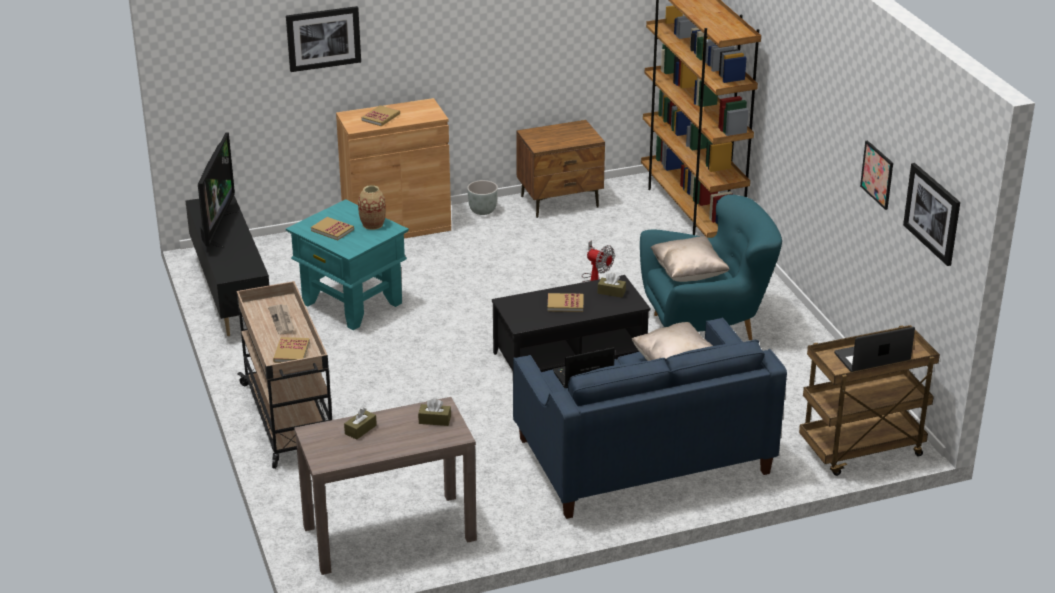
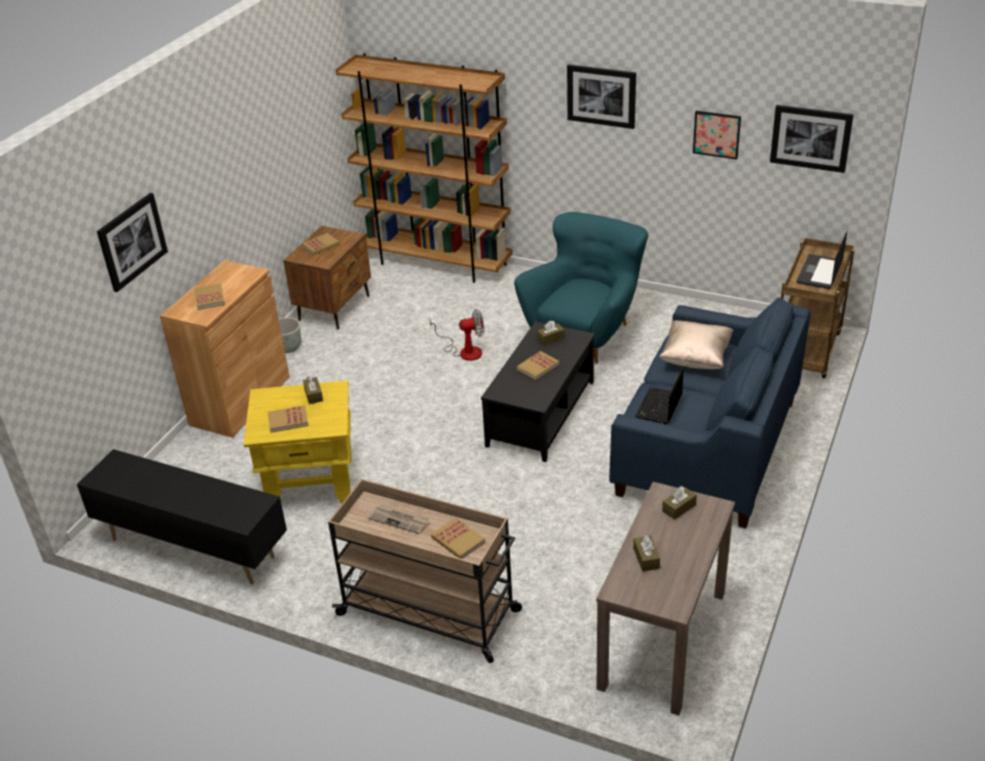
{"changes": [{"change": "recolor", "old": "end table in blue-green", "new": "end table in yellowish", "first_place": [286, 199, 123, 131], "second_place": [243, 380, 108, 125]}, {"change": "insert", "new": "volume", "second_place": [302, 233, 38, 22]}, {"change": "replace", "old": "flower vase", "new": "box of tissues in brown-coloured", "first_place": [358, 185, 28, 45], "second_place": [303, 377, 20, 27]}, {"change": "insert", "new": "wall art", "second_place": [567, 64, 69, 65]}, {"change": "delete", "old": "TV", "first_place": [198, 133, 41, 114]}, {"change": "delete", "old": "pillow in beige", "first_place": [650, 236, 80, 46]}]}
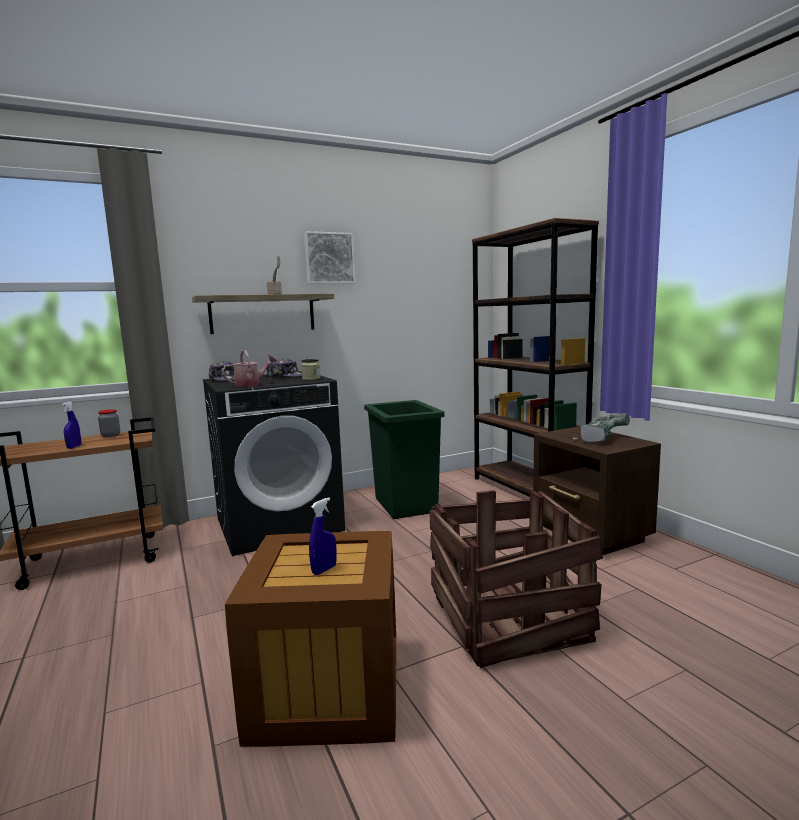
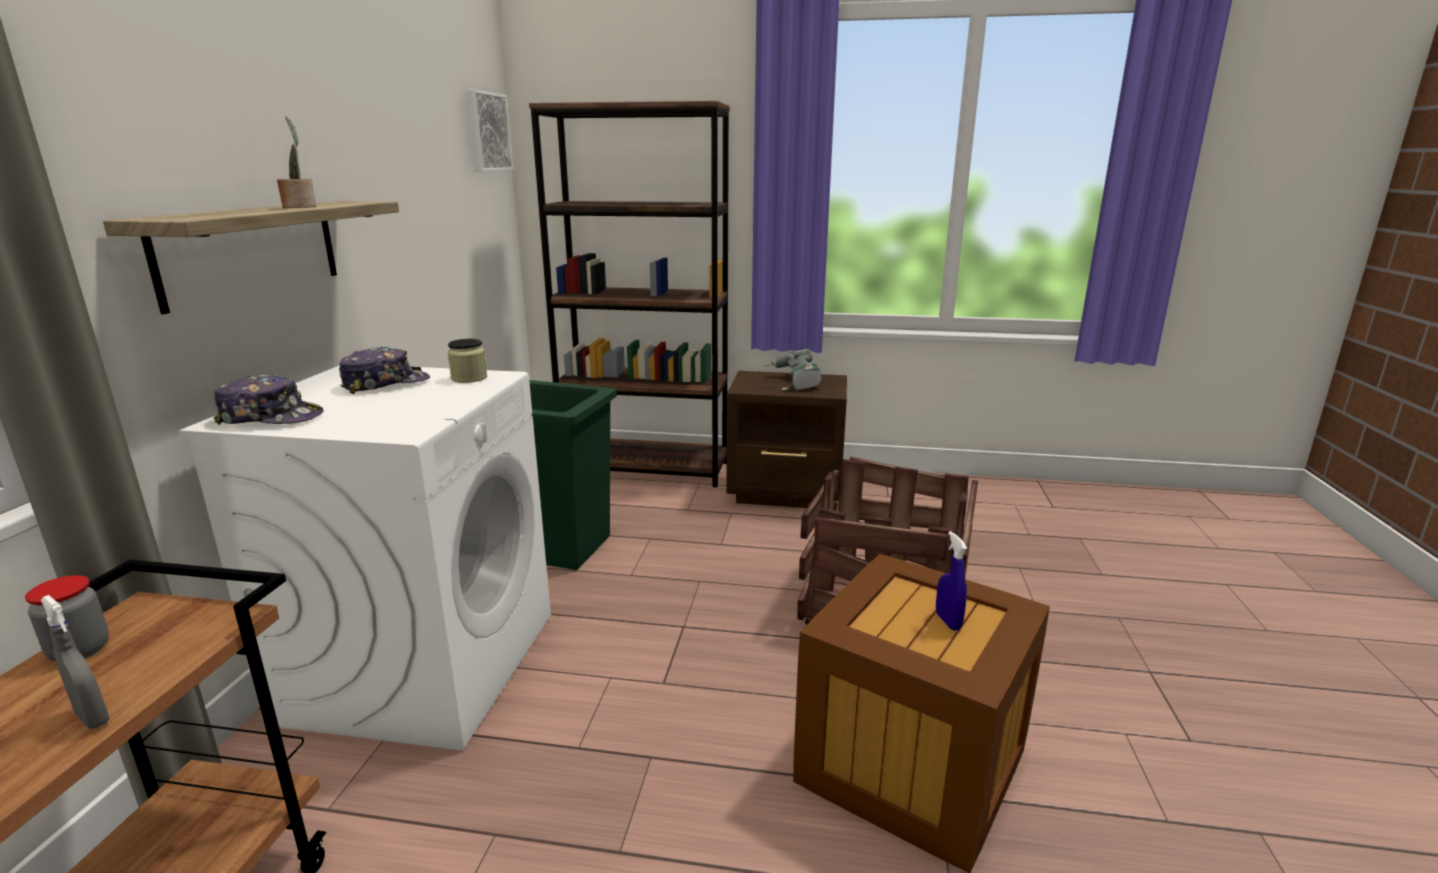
{"changes": [{"change": "recolor", "old": "hand sprayer in bluish", "new": "hand sprayer in gray", "first_place": [62, 401, 19, 48], "second_place": [40, 595, 69, 134]}, {"change": "recolor", "old": "washing machine in black", "new": "washing machine in whitish", "first_place": [203, 374, 142, 182], "second_place": [179, 365, 372, 385]}, {"change": "move", "old": "wall art", "first_place": [304, 231, 52, 53], "second_place": [465, 89, 49, 82]}, {"change": "delete", "old": "watering pot", "first_place": [222, 350, 55, 37]}]}
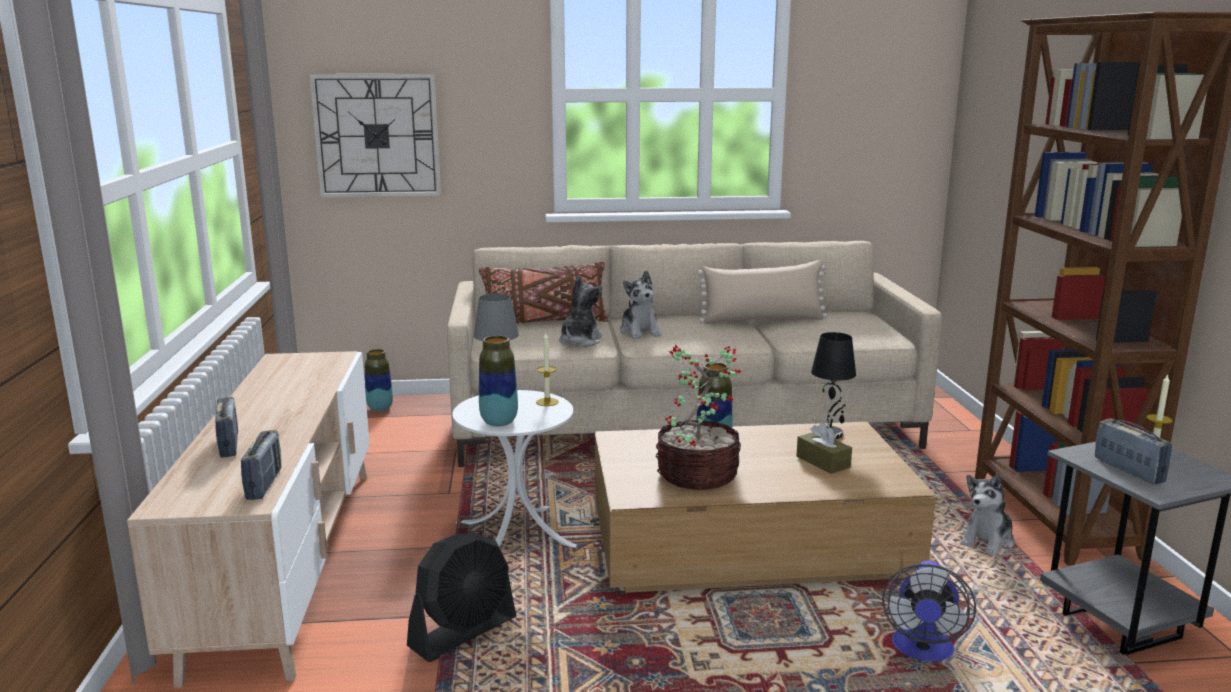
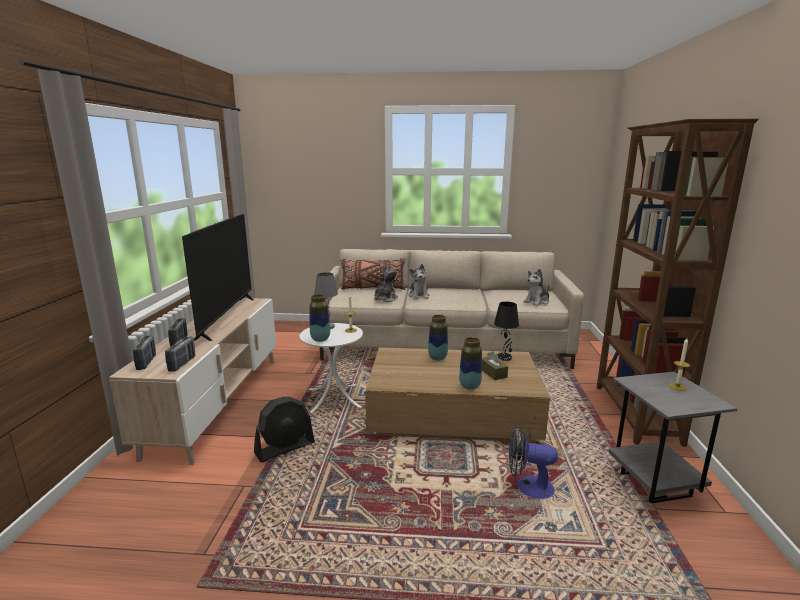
{"changes": [{"change": "move", "old": "radio set", "first_place": [1095, 419, 77, 66], "second_place": [133, 335, 23, 35]}, {"change": "insert", "new": "TV", "second_place": [182, 214, 72, 127]}, {"change": "move", "old": "flower vase", "first_place": [365, 349, 28, 62], "second_place": [459, 337, 23, 53]}, {"change": "rotate", "old": "fan", "first_place": [882, 561, 94, 101], "second_place": [509, 426, 49, 73], "degrees": 75}, {"change": "move", "old": "plush toy", "first_place": [960, 473, 54, 82], "second_place": [524, 269, 25, 37]}, {"change": "delete", "old": "wall clock", "first_place": [309, 74, 132, 124]}, {"change": "delete", "old": "plant in a pot", "first_place": [655, 345, 86, 145]}, {"change": "delete", "old": "pillow in beige", "first_place": [697, 260, 130, 64]}]}
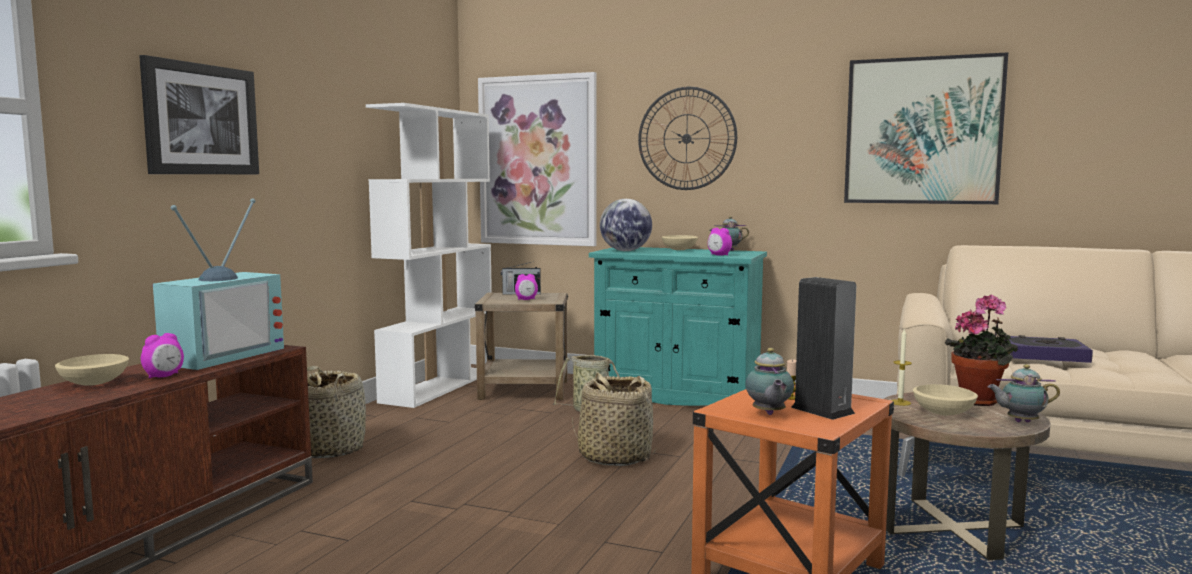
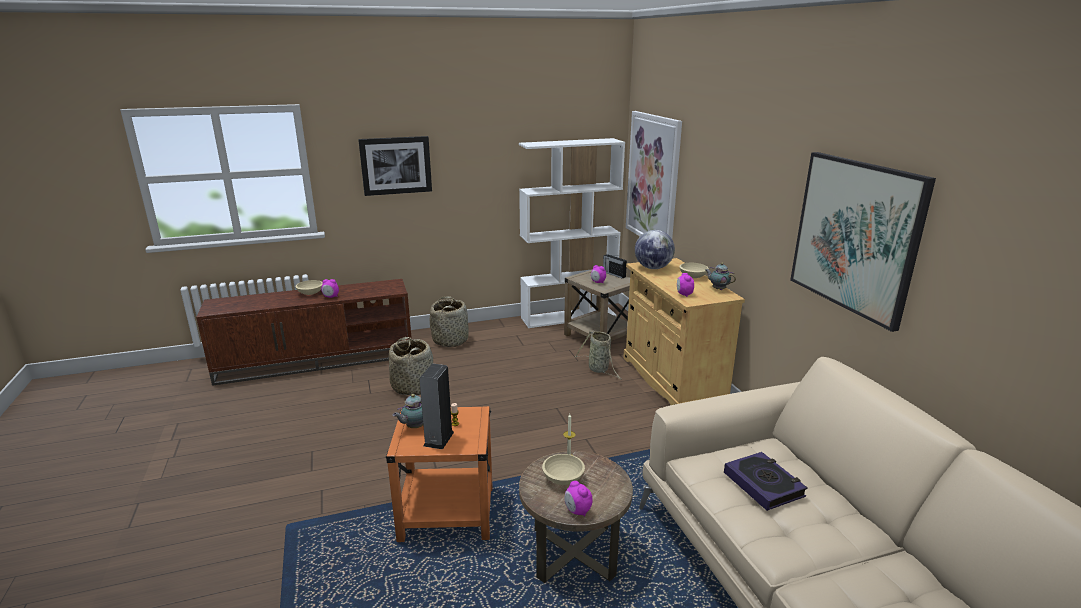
{"changes": [{"change": "move", "old": "household basket", "first_place": [572, 372, 84, 94], "second_place": [389, 337, 44, 59]}, {"change": "replace", "old": "teapot", "new": "alarm clock", "first_place": [987, 364, 73, 58], "second_place": [565, 481, 28, 36]}, {"change": "recolor", "old": "cupboard in blue-green", "new": "cupboard in beige", "first_place": [589, 247, 178, 159], "second_place": [623, 258, 122, 147]}, {"change": "delete", "old": "TV", "first_place": [153, 199, 131, 171]}, {"change": "delete", "old": "wall clock", "first_place": [638, 87, 99, 103]}, {"change": "delete", "old": "plant in a pot", "first_place": [945, 294, 73, 112]}]}
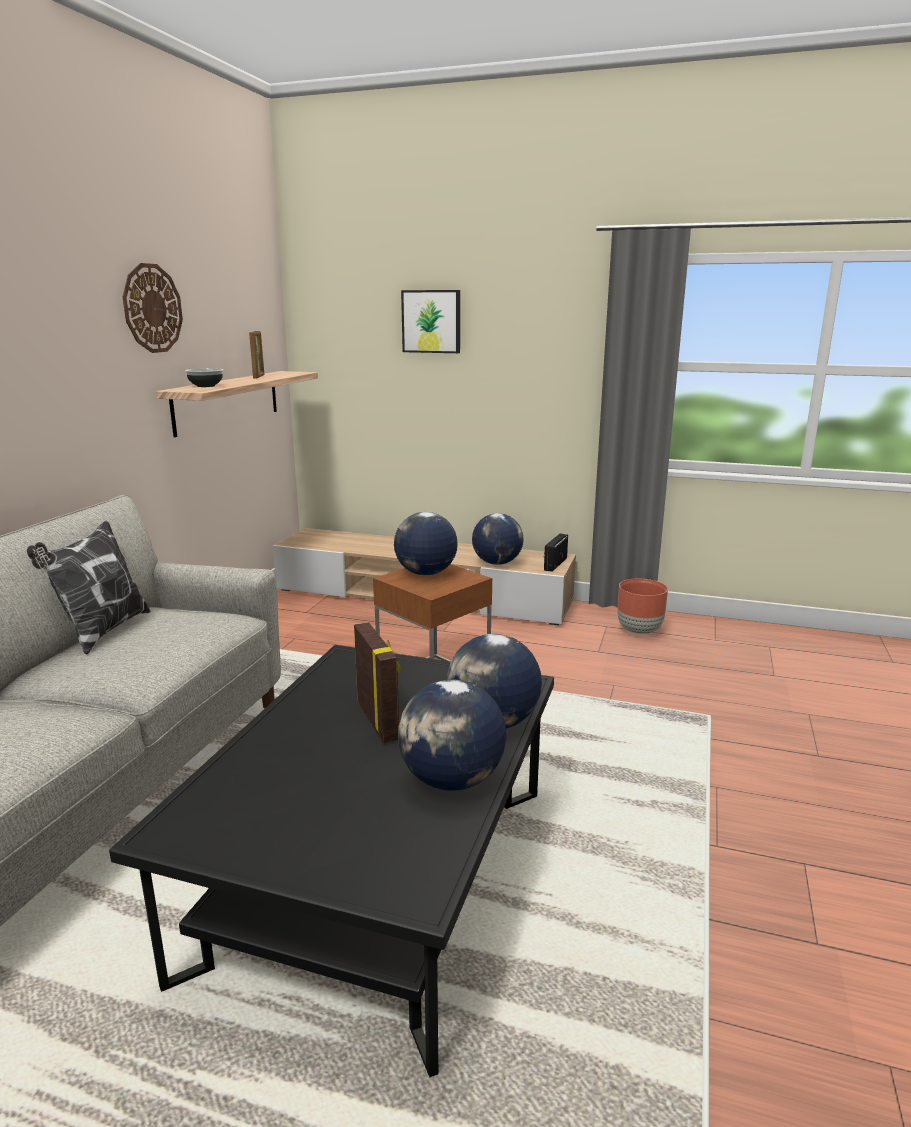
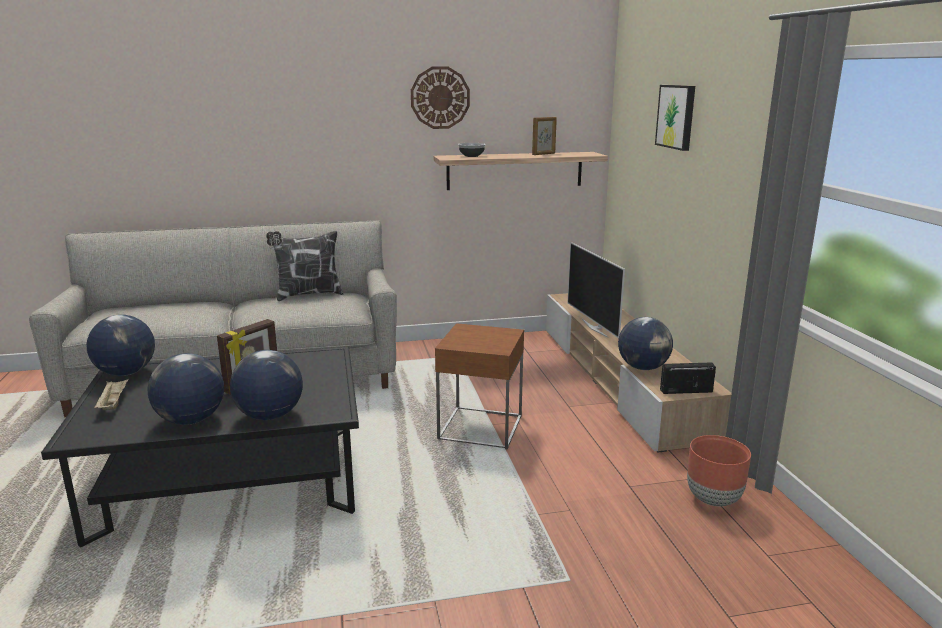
{"changes": [{"change": "move", "old": "desk globe", "first_place": [394, 512, 64, 64], "second_place": [86, 315, 69, 61]}, {"change": "insert", "new": "carrying tray in beige", "second_place": [95, 378, 34, 32]}, {"change": "insert", "new": "TV", "second_place": [568, 242, 57, 96]}]}
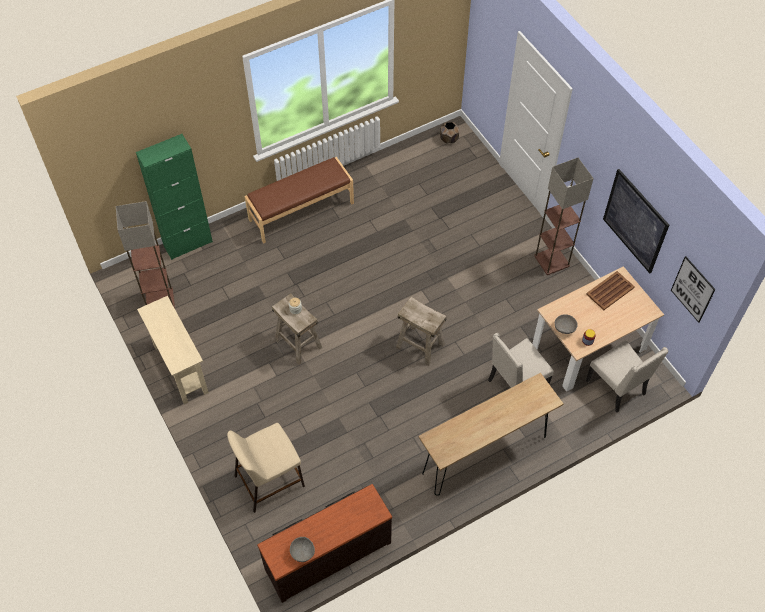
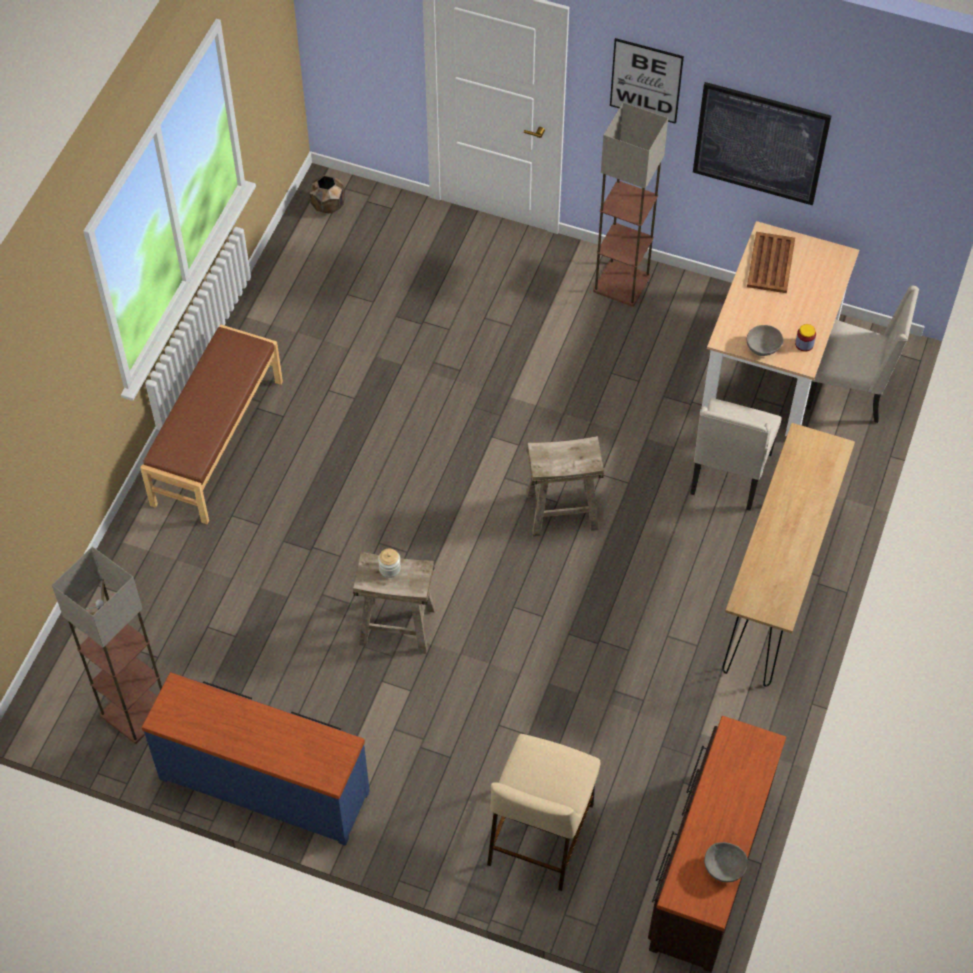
{"changes": [{"change": "replace", "old": "narrow table in beige", "new": "chest of drawers in bluish", "first_place": [137, 296, 72, 109], "second_place": [142, 672, 228, 173]}, {"change": "move", "old": "wall art", "first_place": [671, 256, 45, 67], "second_place": [610, 38, 74, 86]}, {"change": "delete", "old": "cupboard in green-coloured", "first_place": [136, 134, 77, 126]}]}
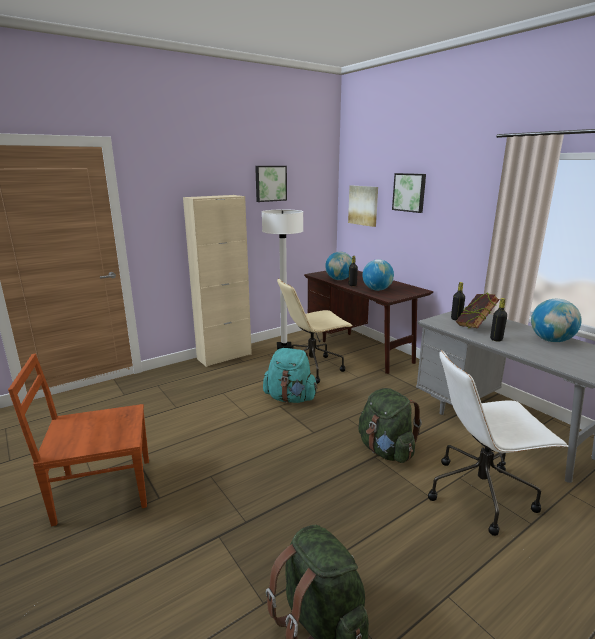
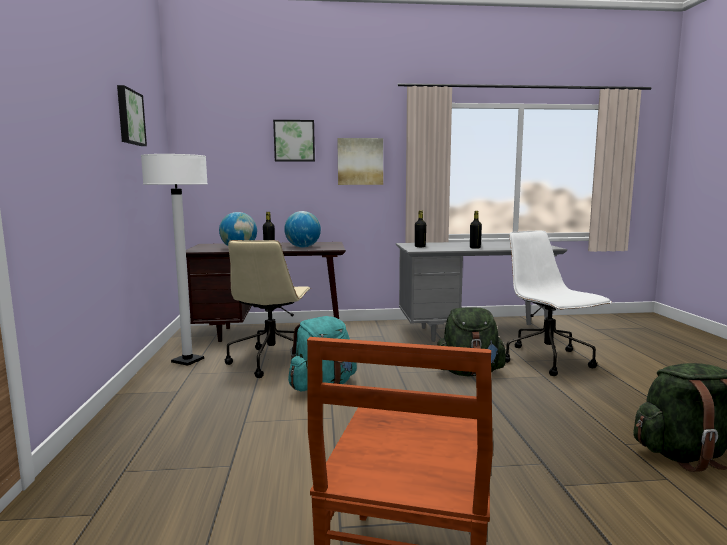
{"changes": [{"change": "move", "old": "wall art", "first_place": [348, 186, 30, 41], "second_place": [337, 138, 46, 47]}, {"change": "rotate", "old": "computer chair in whitish", "first_place": [428, 350, 141, 186], "second_place": [506, 231, 106, 145], "degrees": 135}, {"change": "delete", "old": "cupboard in beige", "first_place": [183, 195, 69, 172]}, {"change": "delete", "old": "volume", "first_place": [456, 293, 44, 35]}, {"change": "delete", "old": "desk globe", "first_place": [531, 299, 51, 43]}]}
